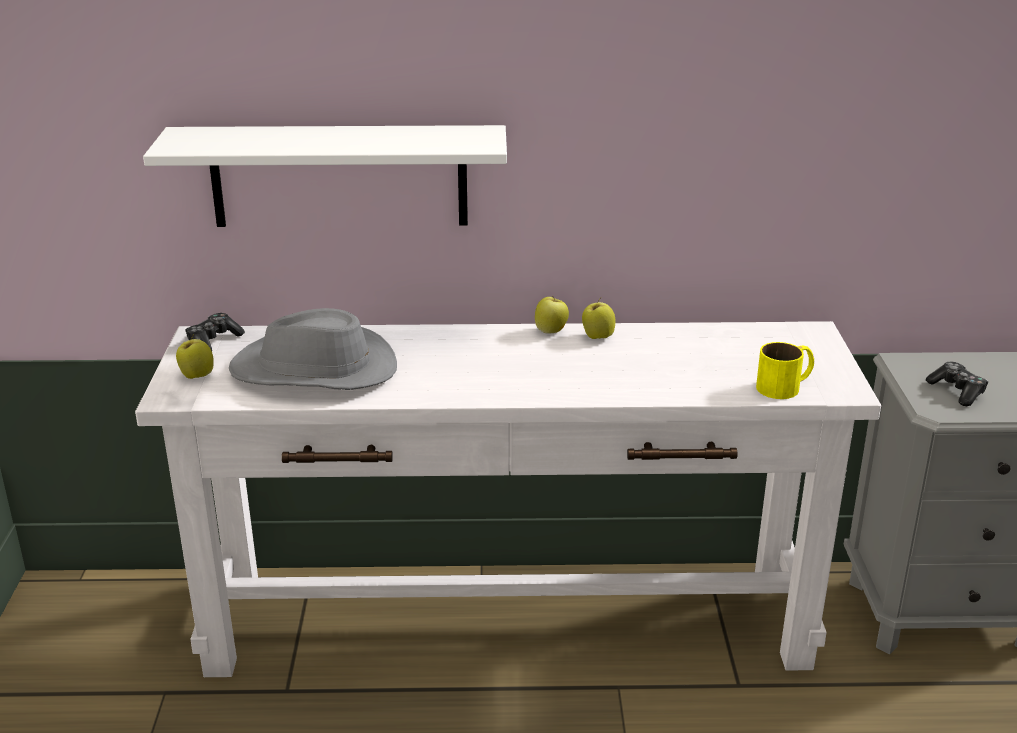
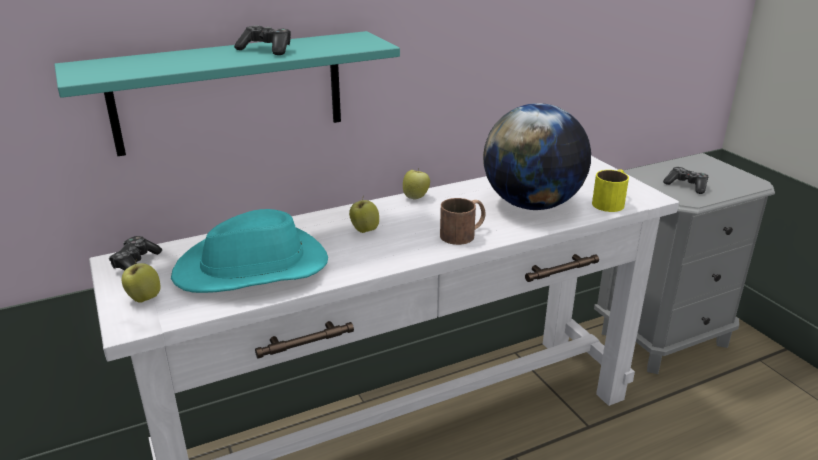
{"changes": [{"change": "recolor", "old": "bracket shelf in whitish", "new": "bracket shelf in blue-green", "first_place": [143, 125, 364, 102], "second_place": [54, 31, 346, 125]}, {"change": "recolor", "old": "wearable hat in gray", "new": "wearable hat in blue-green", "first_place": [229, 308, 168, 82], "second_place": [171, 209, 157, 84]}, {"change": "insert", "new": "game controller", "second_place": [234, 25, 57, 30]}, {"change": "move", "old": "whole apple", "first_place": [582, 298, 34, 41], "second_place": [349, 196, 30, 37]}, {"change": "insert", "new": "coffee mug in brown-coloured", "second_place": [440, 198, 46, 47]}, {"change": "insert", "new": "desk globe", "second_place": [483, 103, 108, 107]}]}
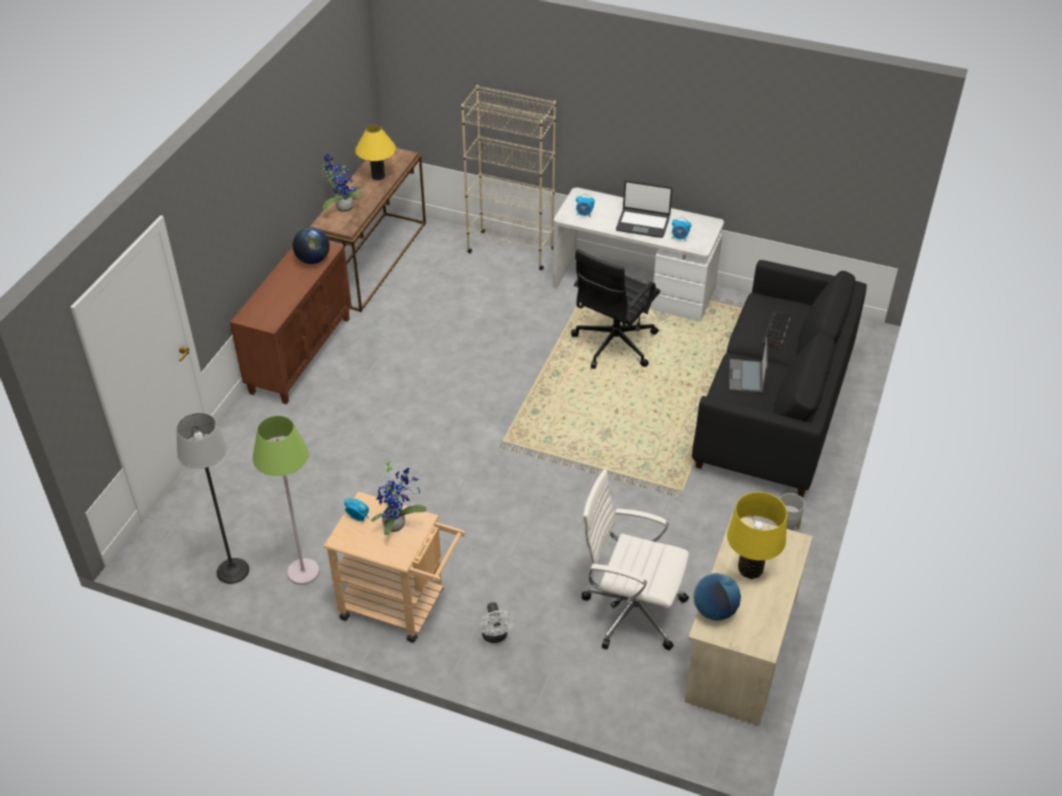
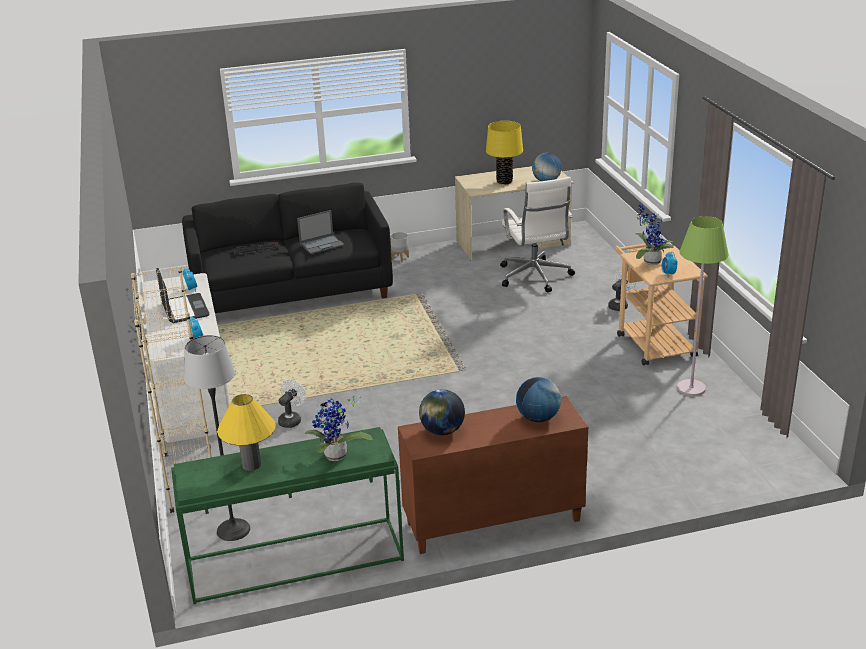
{"changes": [{"change": "recolor", "old": "narrow table in brown-coloured", "new": "narrow table in green-coloured", "first_place": [310, 148, 116, 164], "second_place": [171, 427, 233, 177]}, {"change": "move", "old": "standard lamp", "first_place": [176, 413, 73, 171], "second_place": [184, 335, 67, 206]}, {"change": "insert", "new": "fan in whitish", "second_place": [278, 379, 28, 49]}, {"change": "insert", "new": "desk globe", "second_place": [516, 377, 45, 45]}, {"change": "delete", "old": "computer chair in black", "first_place": [571, 249, 89, 120]}]}
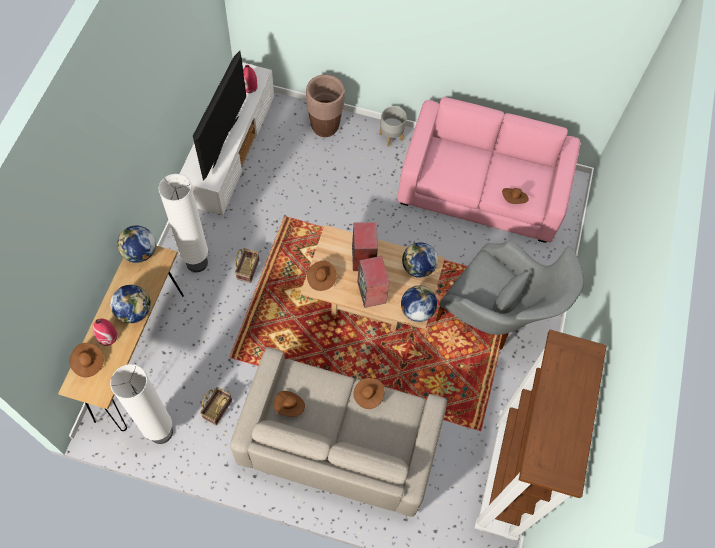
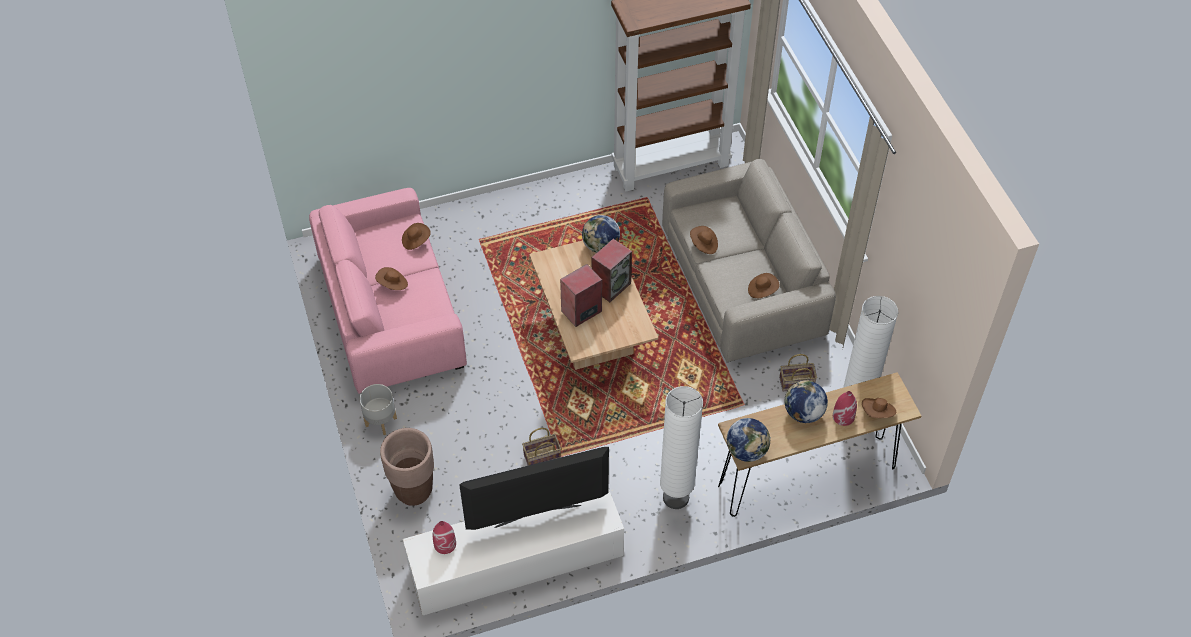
{"changes": [{"change": "move", "old": "wearable hat in brown-coloured", "first_place": [307, 260, 30, 31], "second_place": [375, 267, 33, 23]}, {"change": "move", "old": "household basket", "first_place": [235, 248, 24, 35], "second_place": [522, 428, 39, 38]}, {"change": "delete", "old": "desk globe", "first_place": [402, 242, 36, 36]}, {"change": "delete", "old": "lounge chair in gray", "first_place": [436, 241, 148, 109]}]}
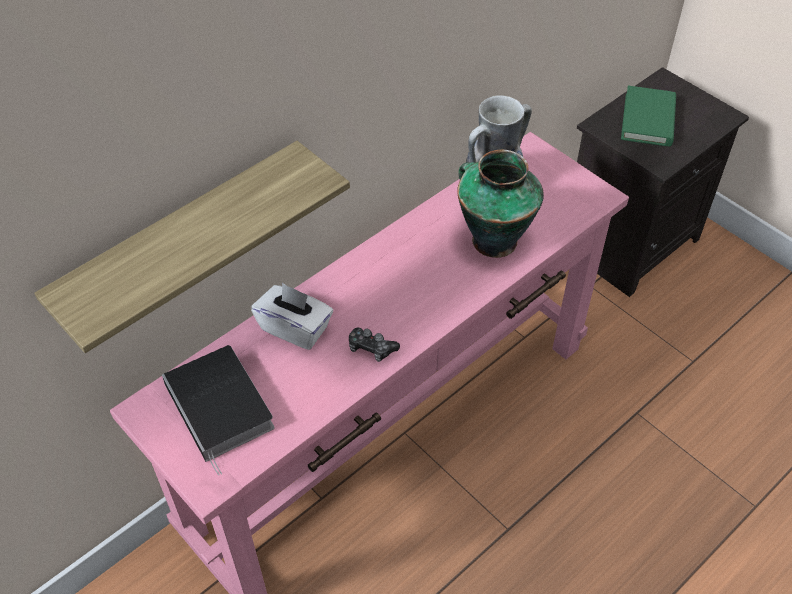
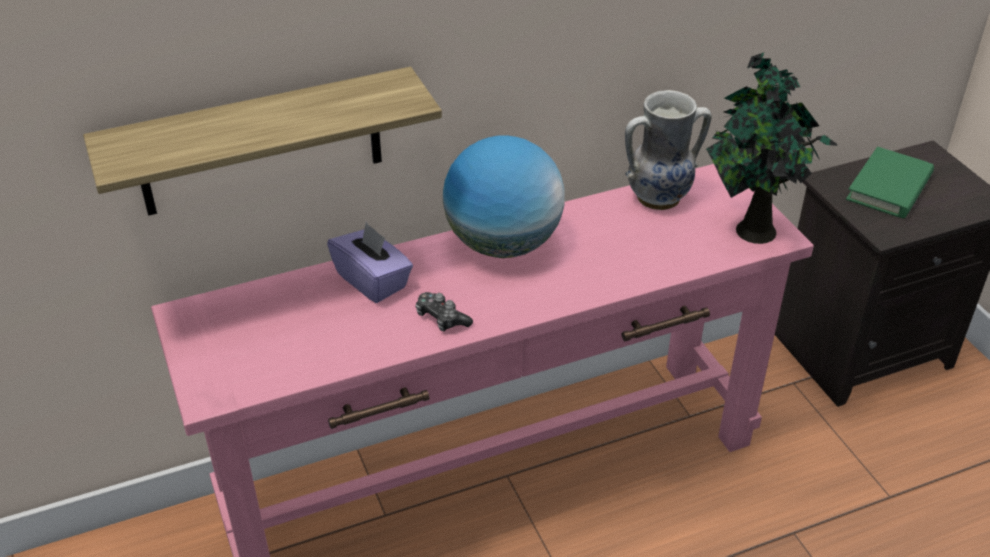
{"changes": [{"change": "recolor", "old": "box of tissues in whitish", "new": "box of tissues in purple-coloured", "first_place": [251, 283, 82, 67], "second_place": [327, 222, 86, 81]}, {"change": "insert", "new": "desk globe", "second_place": [443, 136, 122, 122]}, {"change": "insert", "new": "plant in a pot", "second_place": [706, 53, 131, 191]}, {"change": "delete", "old": "volume", "first_place": [162, 345, 113, 130]}, {"change": "delete", "old": "flower vase", "first_place": [457, 150, 87, 108]}]}
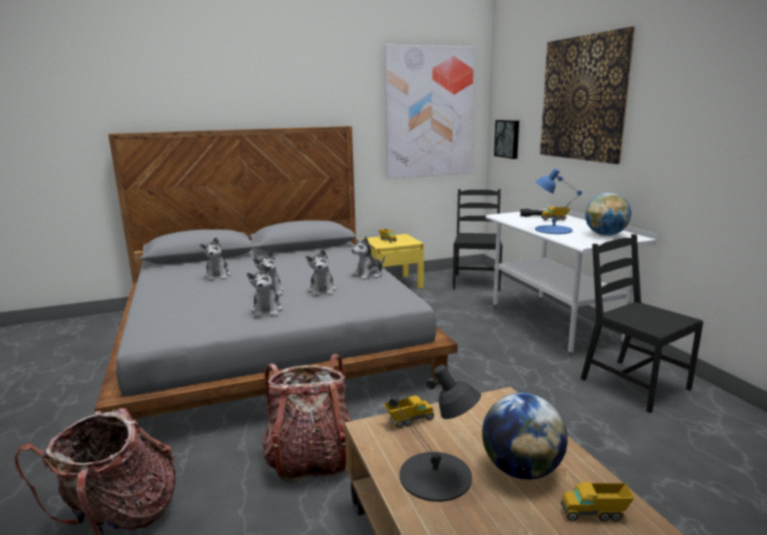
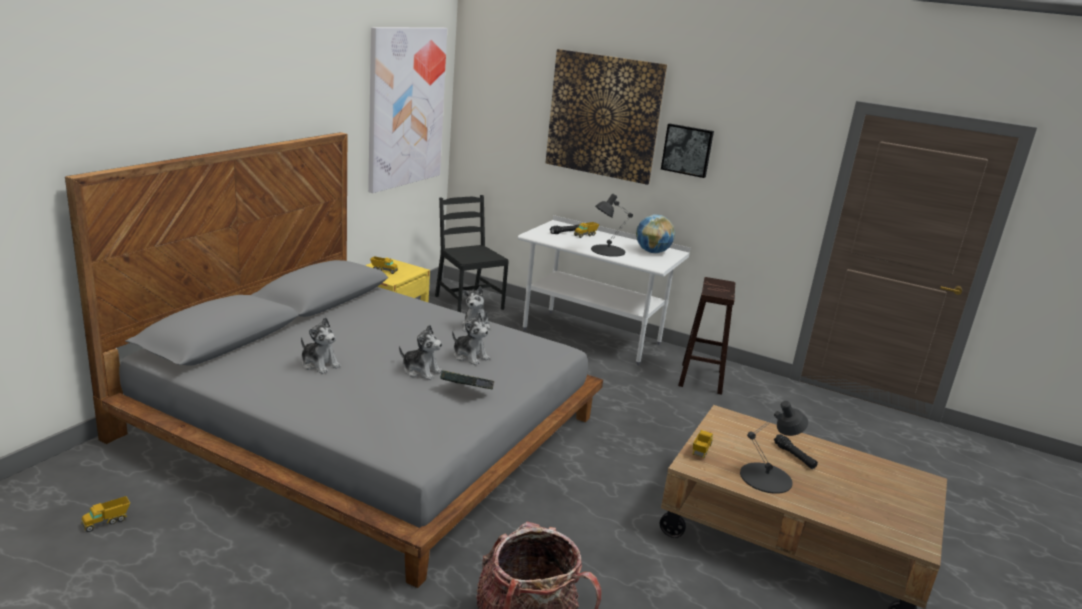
{"changes": [{"change": "move", "old": "model truck", "first_place": [560, 482, 74, 39], "second_place": [81, 496, 49, 36]}, {"change": "replace", "old": "plush toy", "new": "volume", "first_place": [247, 265, 36, 53], "second_place": [440, 370, 55, 19]}, {"change": "recolor", "old": "lamp for a table in bluish", "new": "lamp for a table in black", "first_place": [535, 168, 47, 66], "second_place": [591, 194, 42, 63]}, {"change": "move", "old": "wall art", "first_place": [494, 120, 25, 39], "second_place": [661, 123, 53, 55]}, {"change": "replace", "old": "upright chair in black", "new": "stool in brown-coloured", "first_place": [581, 234, 122, 179], "second_place": [678, 277, 57, 118]}, {"change": "replace", "old": "desk globe", "new": "flashlight in black", "first_place": [482, 393, 86, 87], "second_place": [774, 434, 44, 35]}, {"change": "delete", "old": "backpack", "first_place": [262, 354, 89, 129]}]}
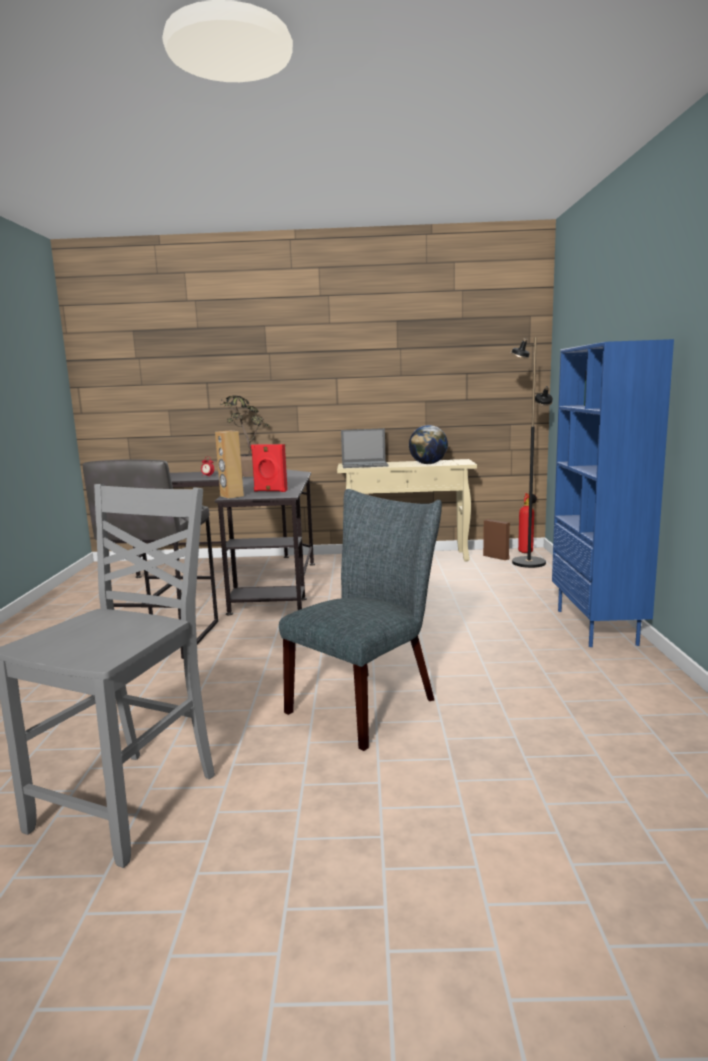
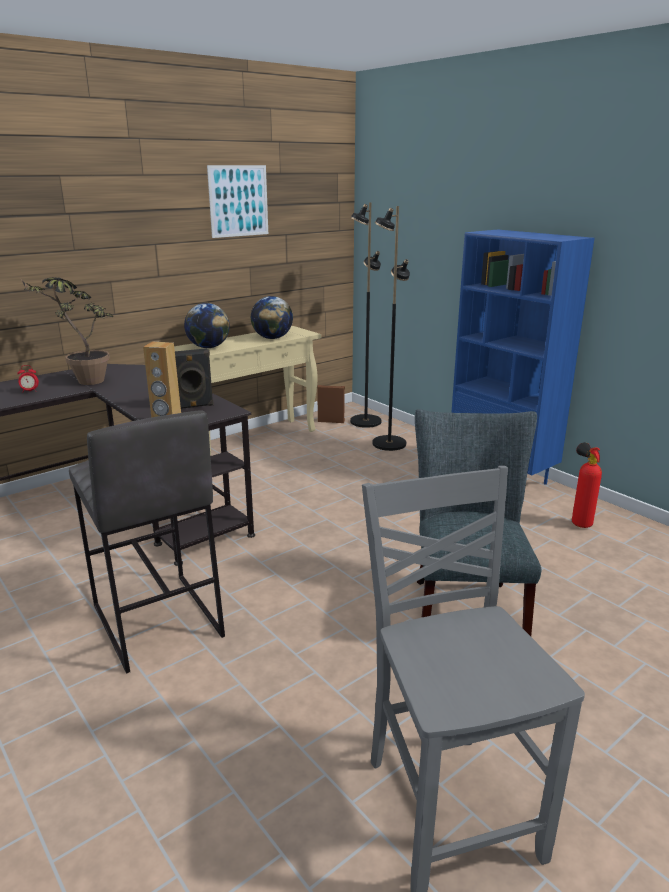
{"changes": [{"change": "recolor", "old": "audio speaker in reddish", "new": "audio speaker in black", "first_place": [251, 444, 37, 48], "second_place": [175, 348, 39, 61]}, {"change": "replace", "old": "laptop", "new": "desk globe", "first_place": [341, 428, 48, 40], "second_place": [184, 303, 46, 45]}, {"change": "insert", "new": "wall art", "second_place": [207, 165, 61, 73]}, {"change": "insert", "new": "standard lamp in black", "second_place": [372, 206, 38, 245]}, {"change": "move", "old": "fire-fighting cylinder", "first_place": [518, 493, 19, 60], "second_place": [572, 442, 30, 86]}]}
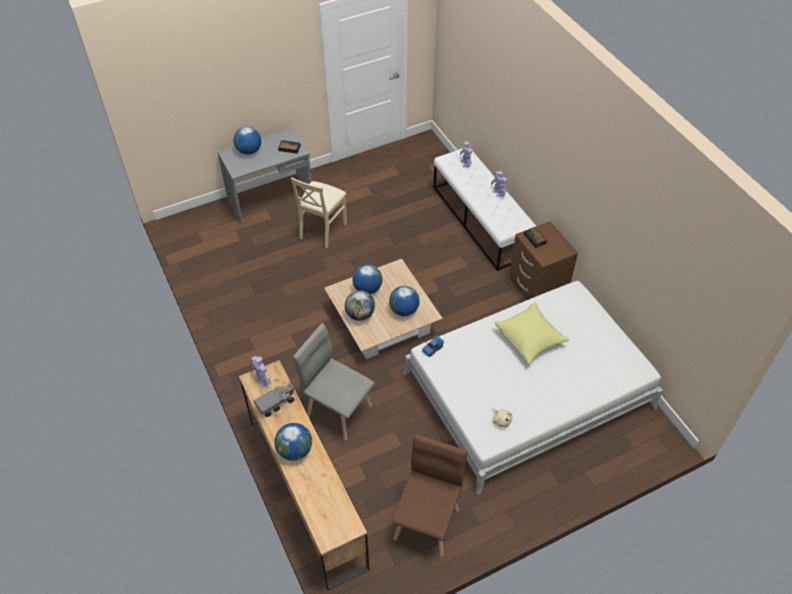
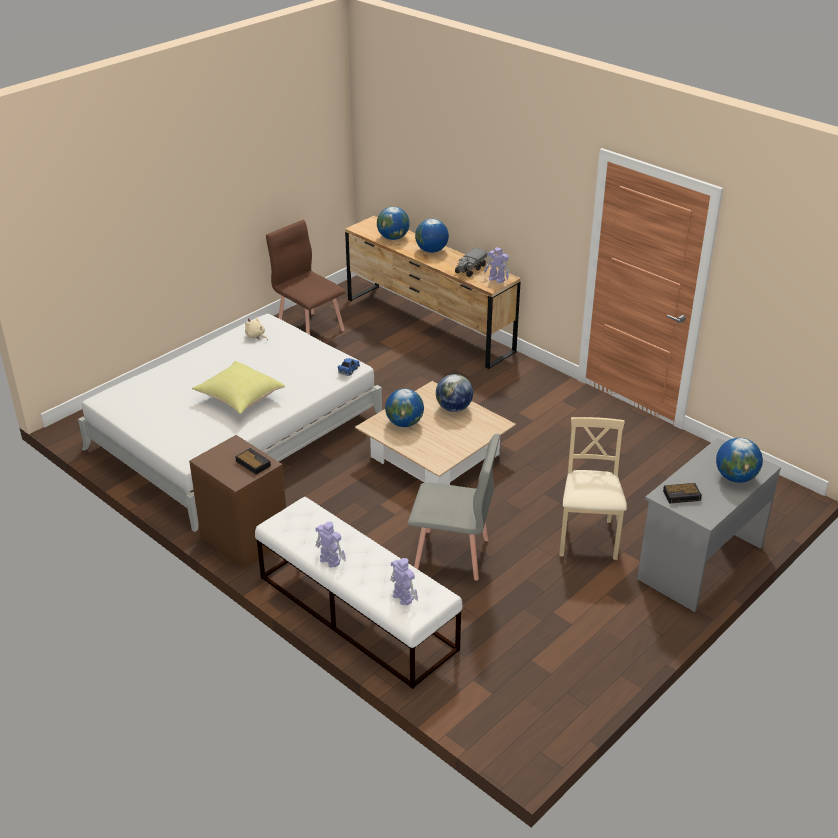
{"changes": [{"change": "rotate", "old": "upright chair in brown-coloured", "first_place": [392, 434, 75, 123], "second_place": [266, 220, 79, 115], "degrees": 135}, {"change": "move", "old": "desk globe", "first_place": [353, 265, 29, 29], "second_place": [377, 207, 33, 33]}, {"change": "move", "old": "upright chair in gray", "first_place": [293, 323, 82, 117], "second_place": [408, 434, 92, 147]}]}
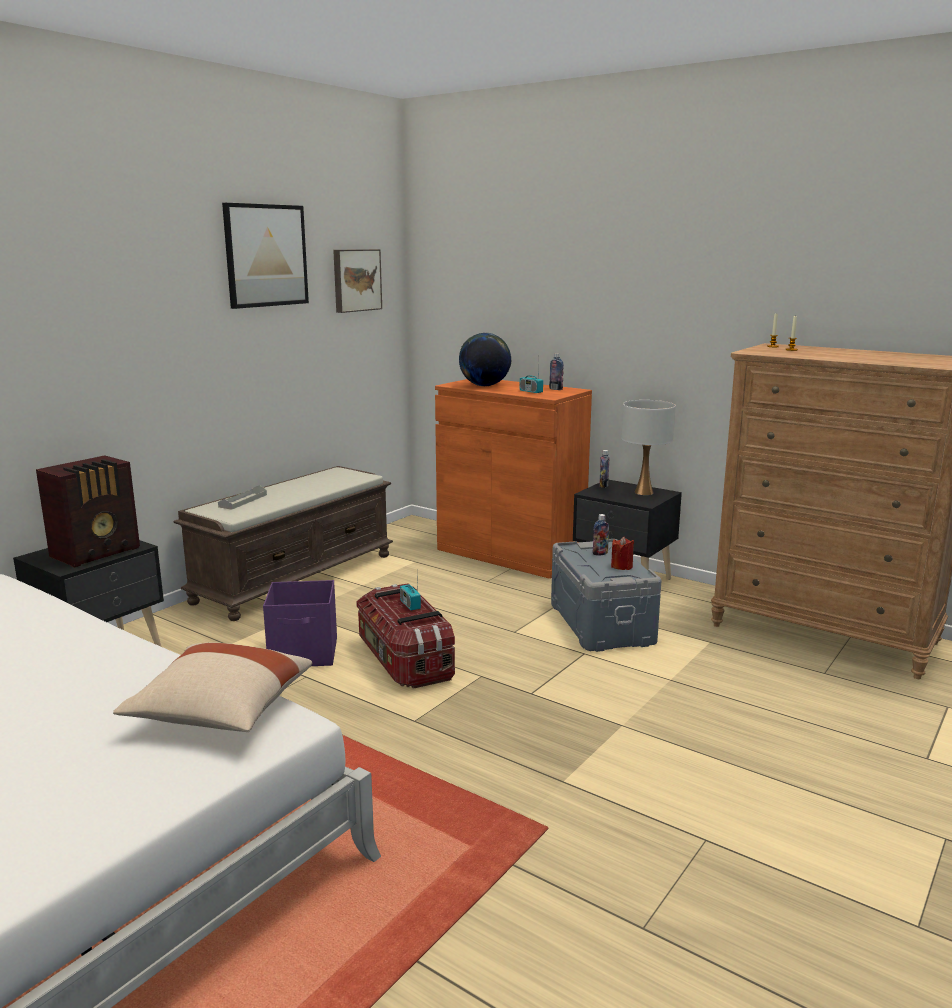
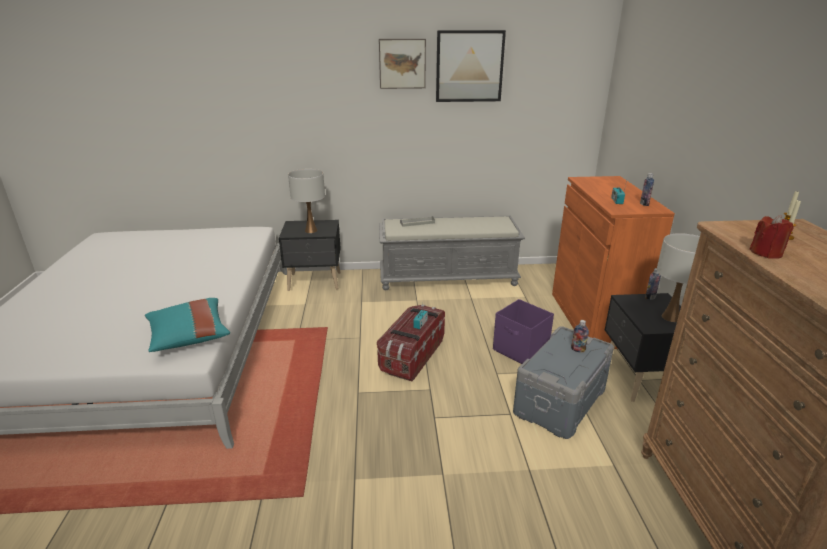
{"changes": [{"change": "recolor", "old": "pillow in beige", "new": "pillow in blue-green", "first_place": [113, 642, 199, 90], "second_place": [145, 298, 85, 54]}, {"change": "replace", "old": "radio set", "new": "lamp for a table in whitish", "first_place": [36, 455, 104, 112], "second_place": [288, 169, 37, 64]}, {"change": "move", "old": "wall art", "first_place": [333, 249, 49, 64], "second_place": [379, 39, 47, 50]}, {"change": "recolor", "old": "indoor bench in brown-coloured", "new": "indoor bench in gray", "first_place": [174, 466, 219, 155], "second_place": [379, 216, 146, 74]}, {"change": "move", "old": "storage container in purple-coloured", "first_place": [263, 580, 74, 86], "second_place": [493, 299, 61, 65]}, {"change": "move", "old": "wax candle in reddish", "first_place": [611, 536, 23, 34], "second_place": [749, 215, 45, 44]}, {"change": "delete", "old": "desk globe", "first_place": [459, 333, 53, 53]}]}
